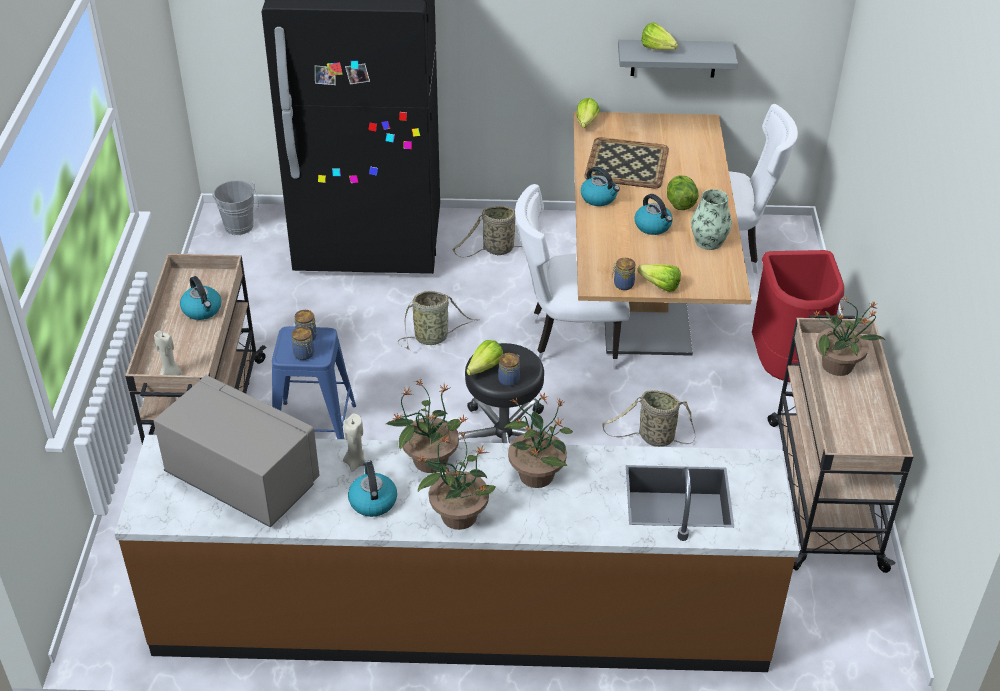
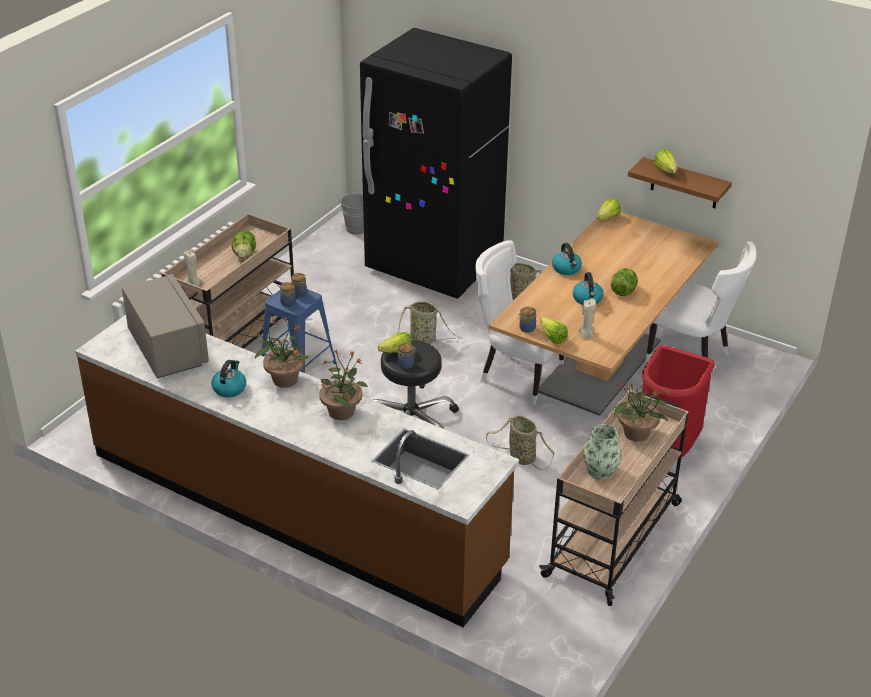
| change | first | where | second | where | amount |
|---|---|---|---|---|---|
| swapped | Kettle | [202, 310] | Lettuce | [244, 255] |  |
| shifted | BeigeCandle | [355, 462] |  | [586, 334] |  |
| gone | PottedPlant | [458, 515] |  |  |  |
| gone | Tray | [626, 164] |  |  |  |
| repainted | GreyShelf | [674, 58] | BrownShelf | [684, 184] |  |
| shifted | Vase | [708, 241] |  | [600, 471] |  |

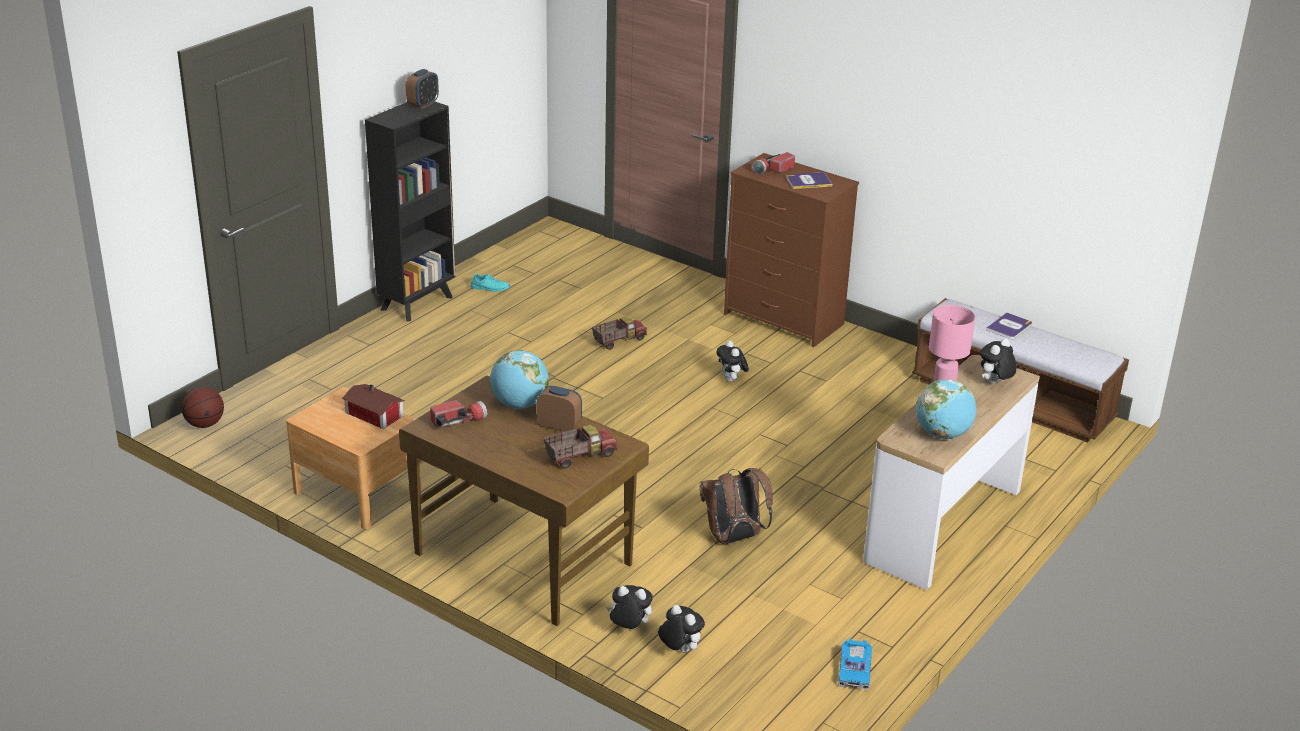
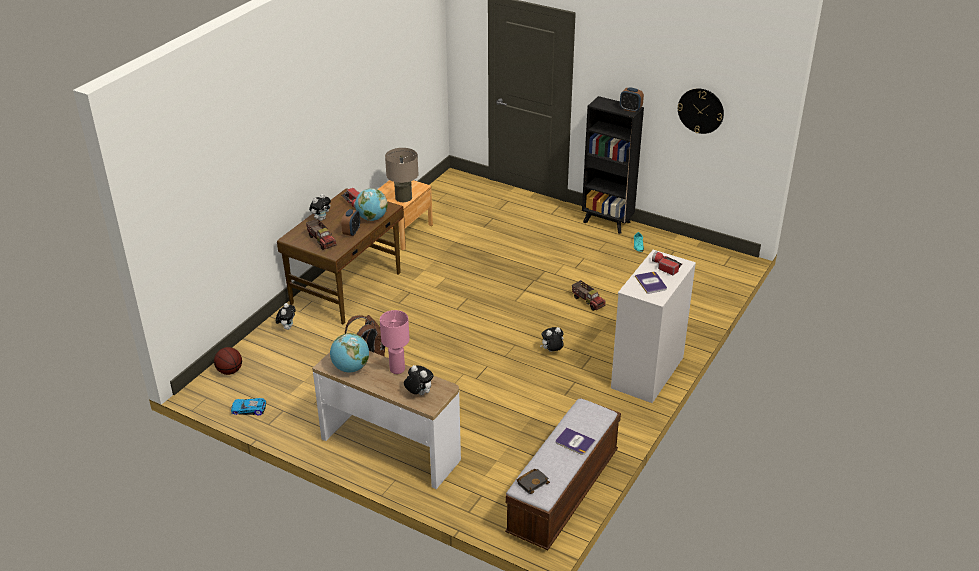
| change | first | where | second | where | amount |
|---|---|---|---|---|---|
| shifted | Basketball | [205, 424] |  | [230, 371] |  |
| swapped | ToyHouse | [374, 415] | BeigeTableLamp | [403, 197] |  |
| shifted | PlushToy | [679, 650] |  | [321, 218] |  |
| repainted | BrownDresser | [784, 319] | WhiteDresser | [647, 373] |  |
| new |  |  | BlackBook | [532, 482] |  |
| new |  |  | WallClock | [700, 110] |  |

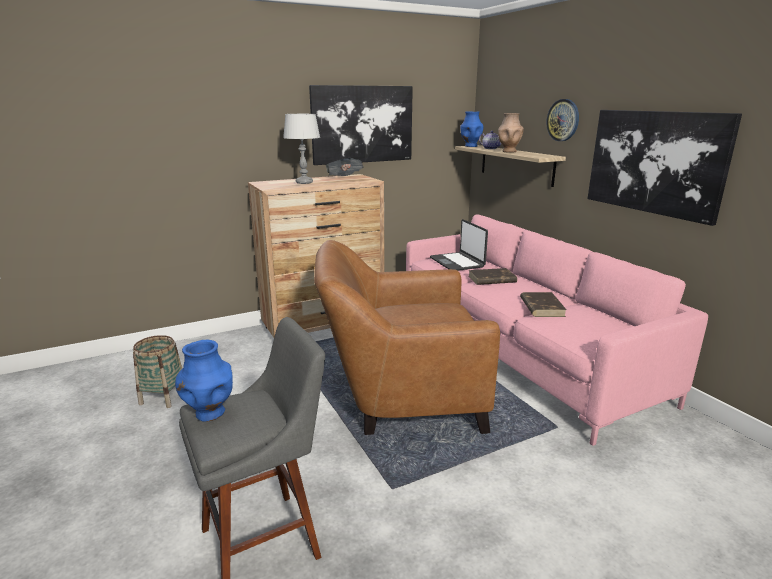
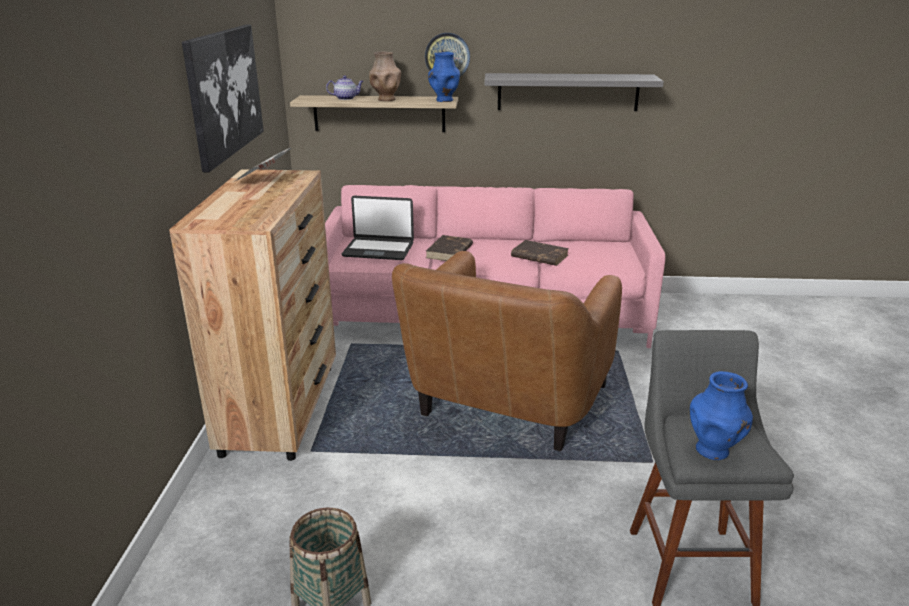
| change | first | where | second | where | amount |
|---|---|---|---|---|---|
| gone | GreyTableLamp | [304, 182] |  |  |  |
| shifted | BlueVase | [470, 146] |  | [444, 100] |  |
| swapped | Picture | [655, 162] | GreyShelf | [568, 92] |  |

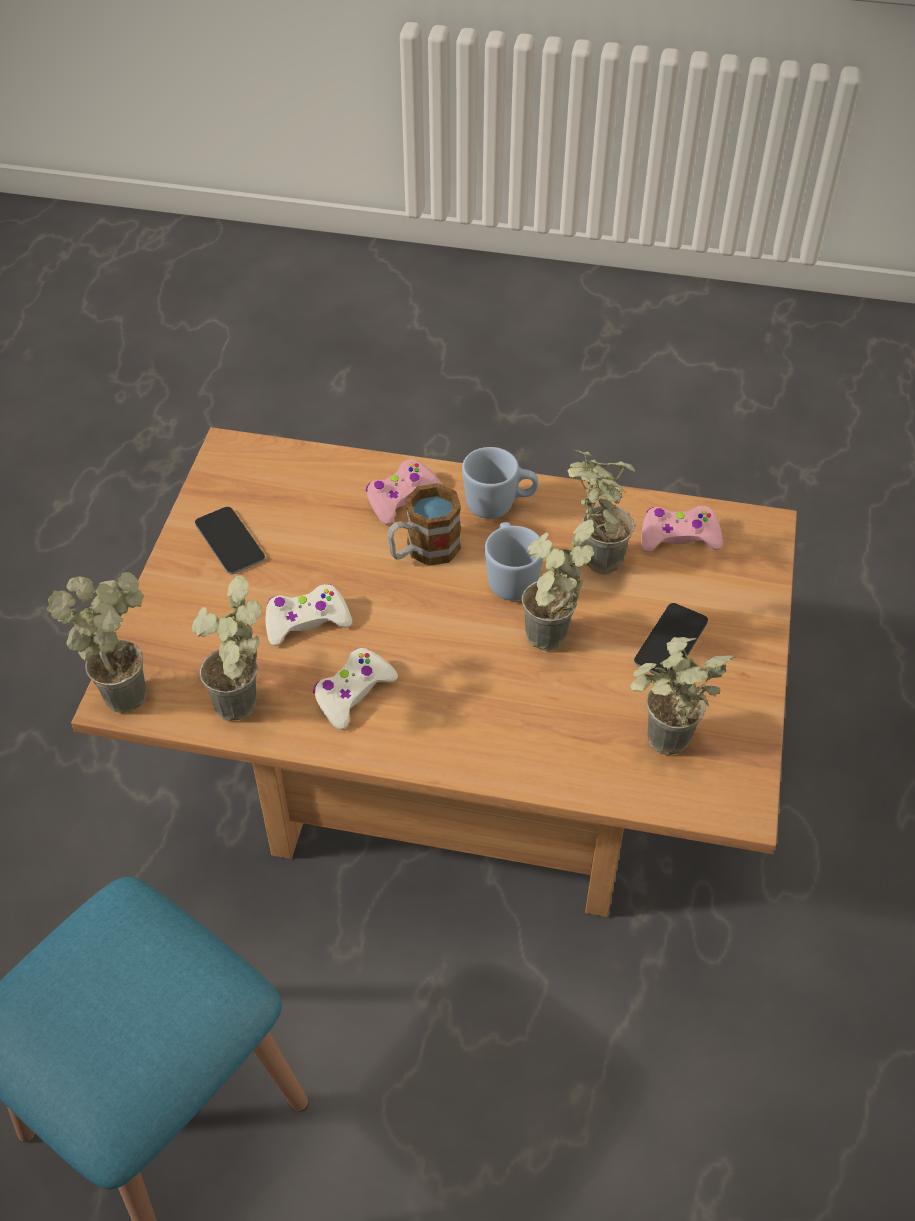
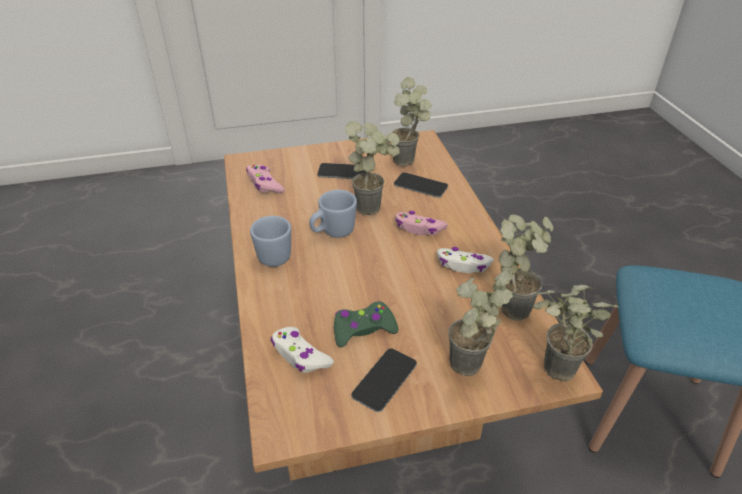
| change | first | where | second | where | amount |
|---|---|---|---|---|---|
| shifted | WhiteGameController | [306, 621] |  | [300, 355] |  |
| shifted | PinkGameController | [401, 498] |  | [419, 228] |  |
| gone | Mug | [423, 551] |  |  |  |
| shifted | PottedPlant | [591, 559] |  | [469, 372] |  |
| new |  |  | GreenGameController | [363, 329] |  |
| new |  |  | Phone | [420, 185] |  |

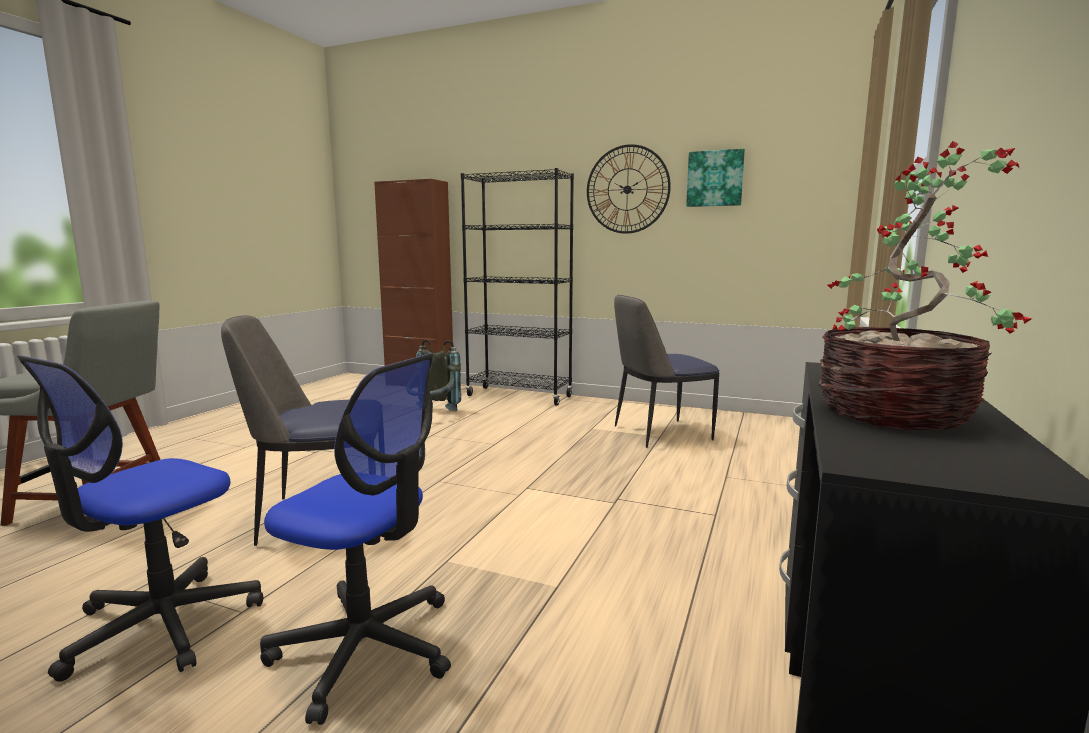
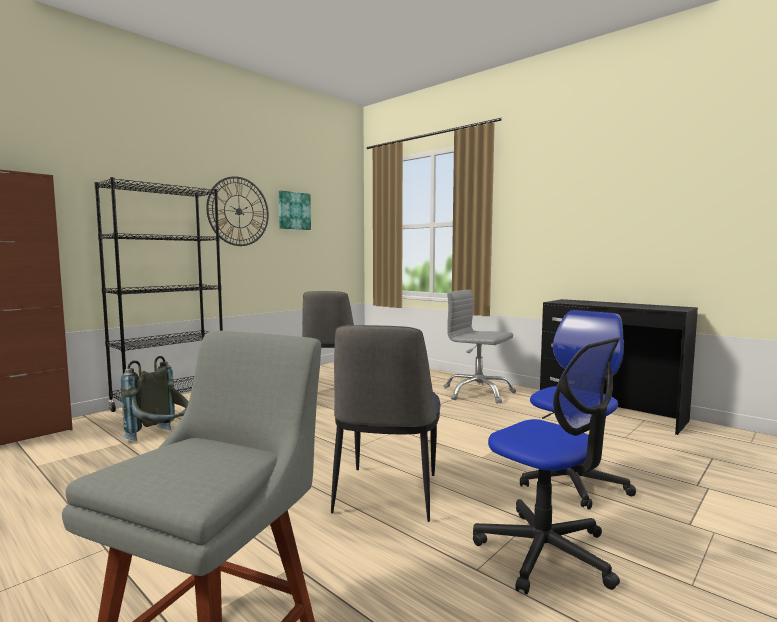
| change | first | where | second | where | amount |
|---|---|---|---|---|---|
| gone | PottedPlant | [897, 413] |  |  |  |
| new |  |  | GreyOfficeChair | [477, 393] |  |

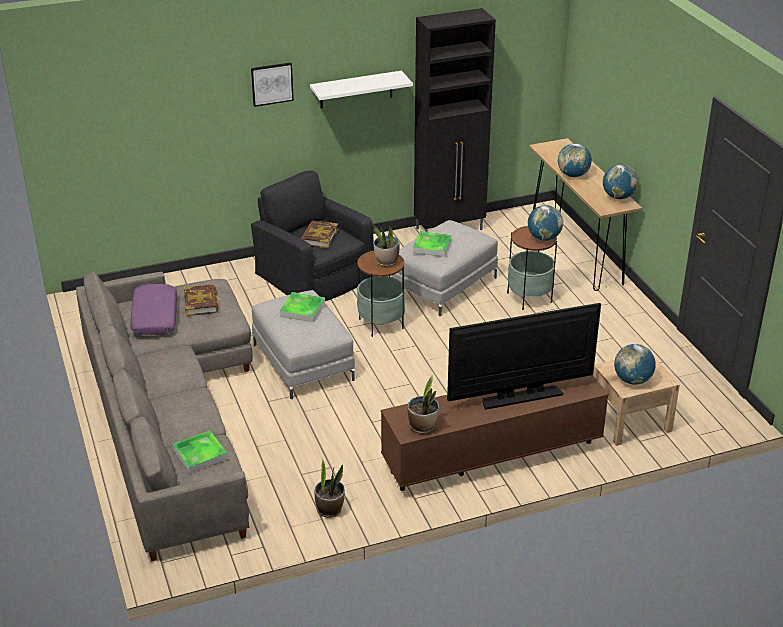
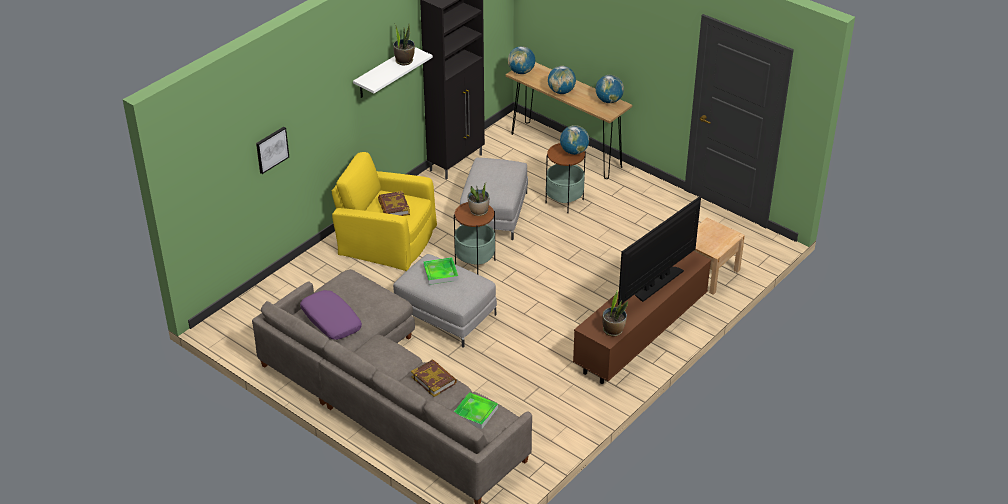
| change | first | where | second | where | amount |
|---|---|---|---|---|---|
| shifted | Book | [201, 303] |  | [434, 380] |  |
| shifted | Picture | [272, 83] |  | [271, 149] |  |
| repainted | BlackArmchair | [314, 275] | YellowArmchair | [386, 239] |  |
| shifted | PottedPlant | [329, 509] |  | [404, 61] |  |
| gone | Tray | [432, 246] |  |  |  |
| shifted | Globe | [632, 380] |  | [521, 72] |  |

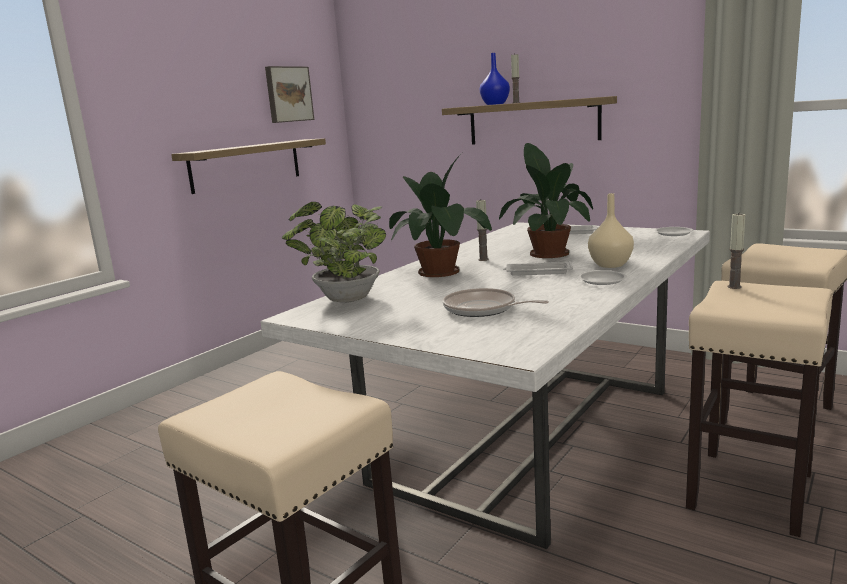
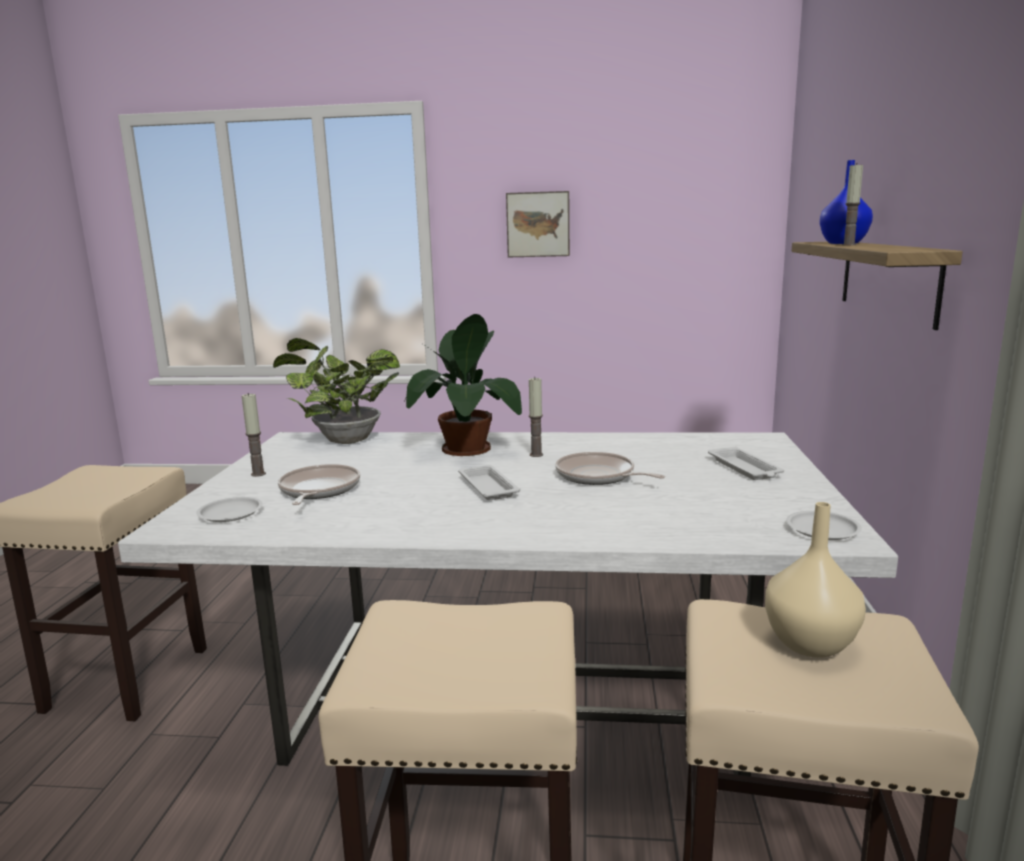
| change | first | where | second | where | amount |
|---|---|---|---|---|---|
| gone | Shelf | [246, 165] |  |  |  |
| shifted | Picture | [288, 94] |  | [538, 224] |  |
| swapped | PottedPlant | [548, 253] | FryingPan | [598, 476] |  |
| shifted | WhitePlate | [601, 280] |  | [231, 513] |  |
| shifted | BeigeVase | [609, 265] |  | [808, 643] |  |
| shifted | Candle | [734, 287] |  | [258, 474] |  |

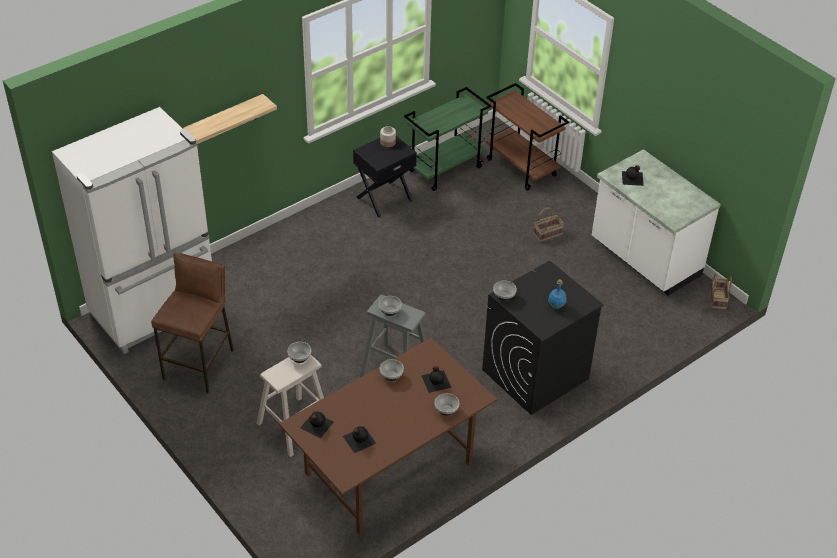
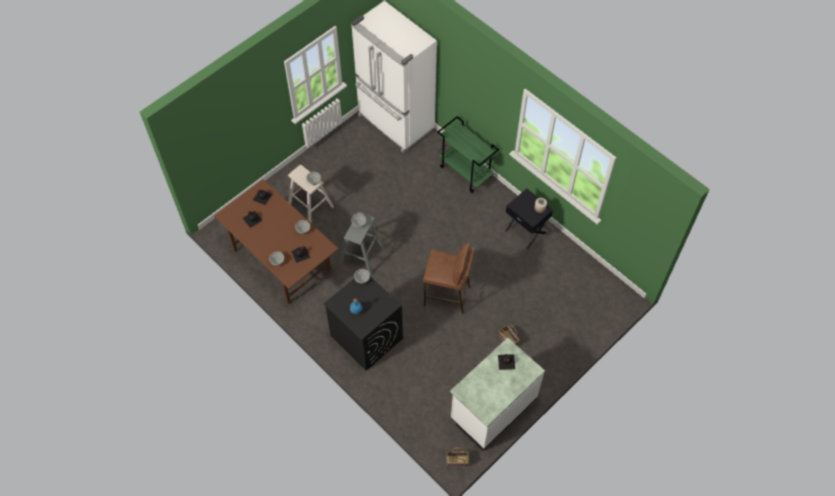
| change | first | where | second | where | amount |
|---|---|---|---|---|---|
| shifted | BrownStool | [199, 364] |  | [447, 296] |  |
| gone | Shelf | [224, 121] |  |  |  |
| shifted | GreenCart | [445, 168] |  | [466, 172] |  |
| gone | BrownCart | [522, 167] |  |  |  |

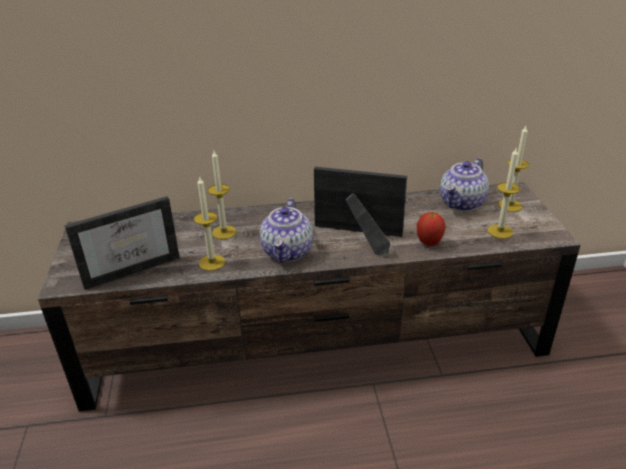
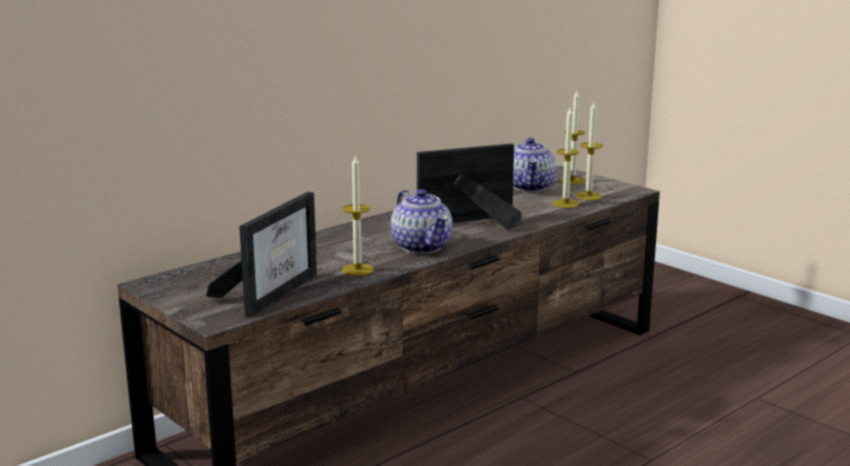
| change | first | where | second | where | amount |
|---|---|---|---|---|---|
| shifted | Candle | [224, 232] |  | [565, 204] |  |
| gone | Apple | [429, 243] |  |  |  |

